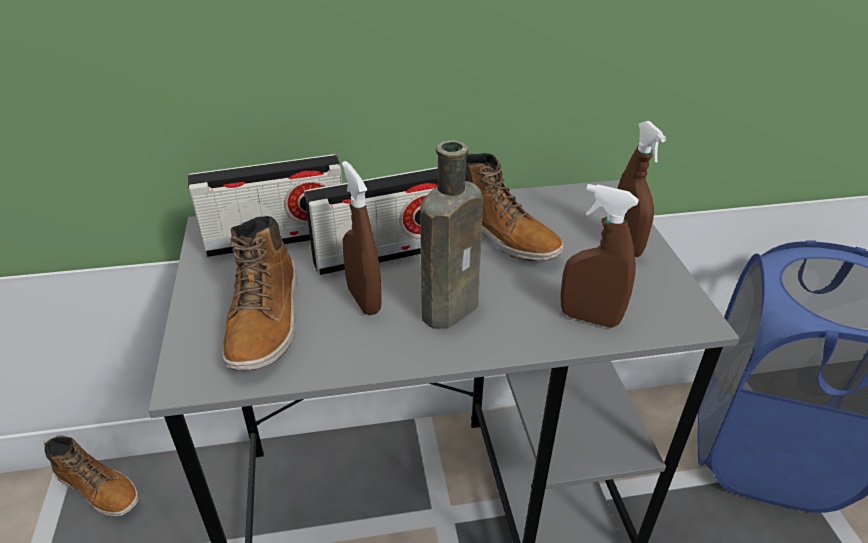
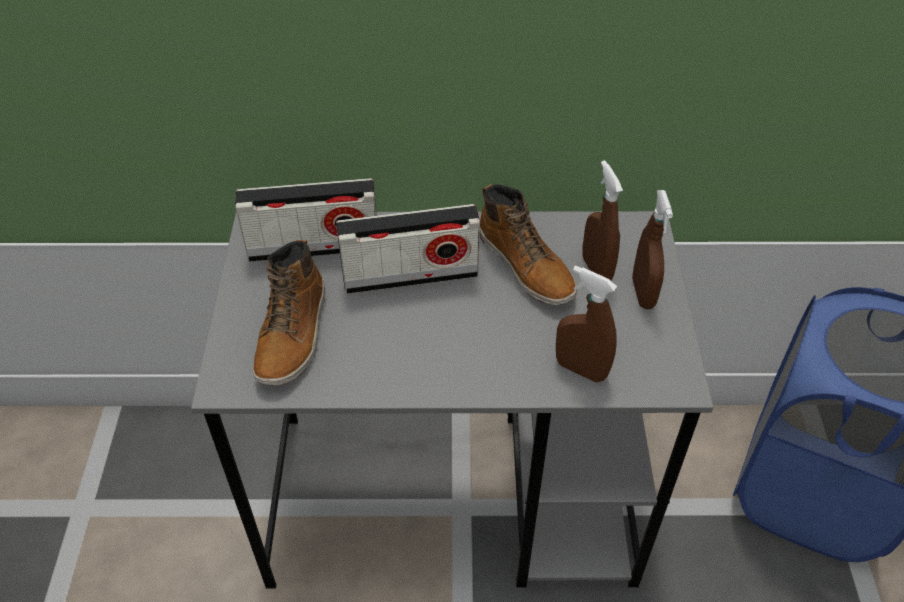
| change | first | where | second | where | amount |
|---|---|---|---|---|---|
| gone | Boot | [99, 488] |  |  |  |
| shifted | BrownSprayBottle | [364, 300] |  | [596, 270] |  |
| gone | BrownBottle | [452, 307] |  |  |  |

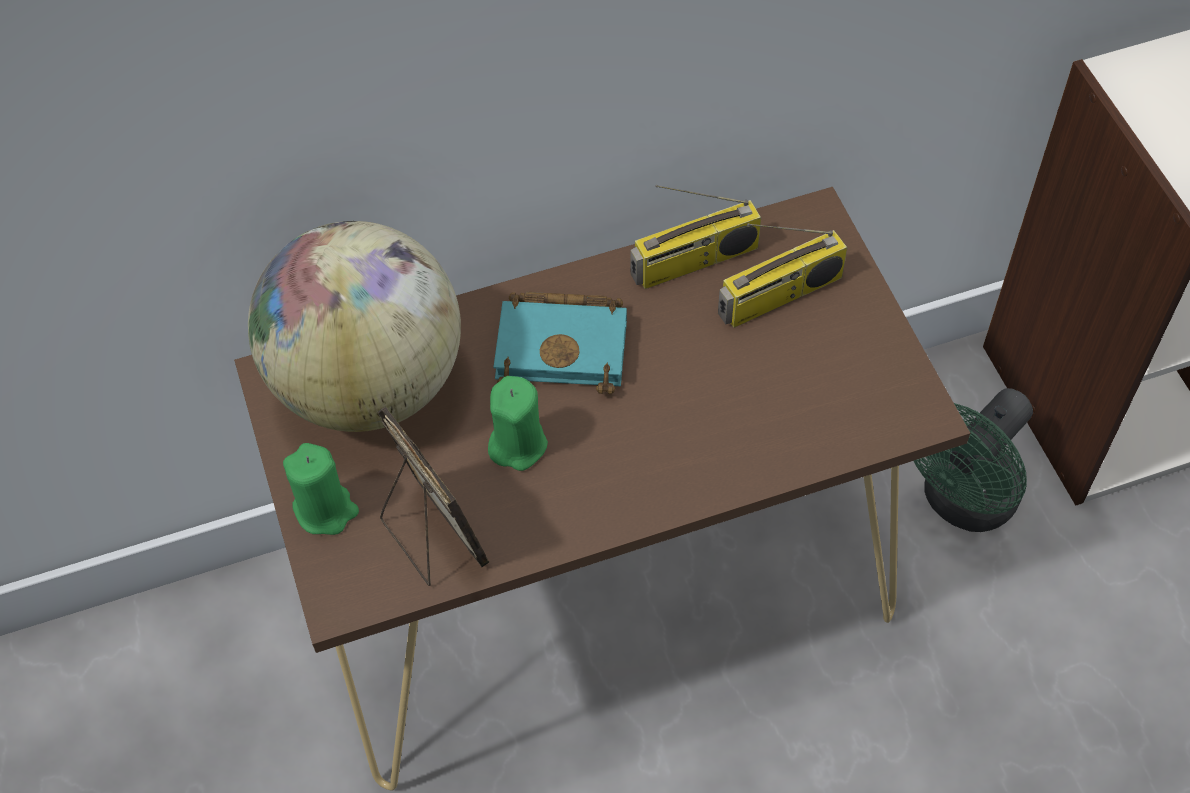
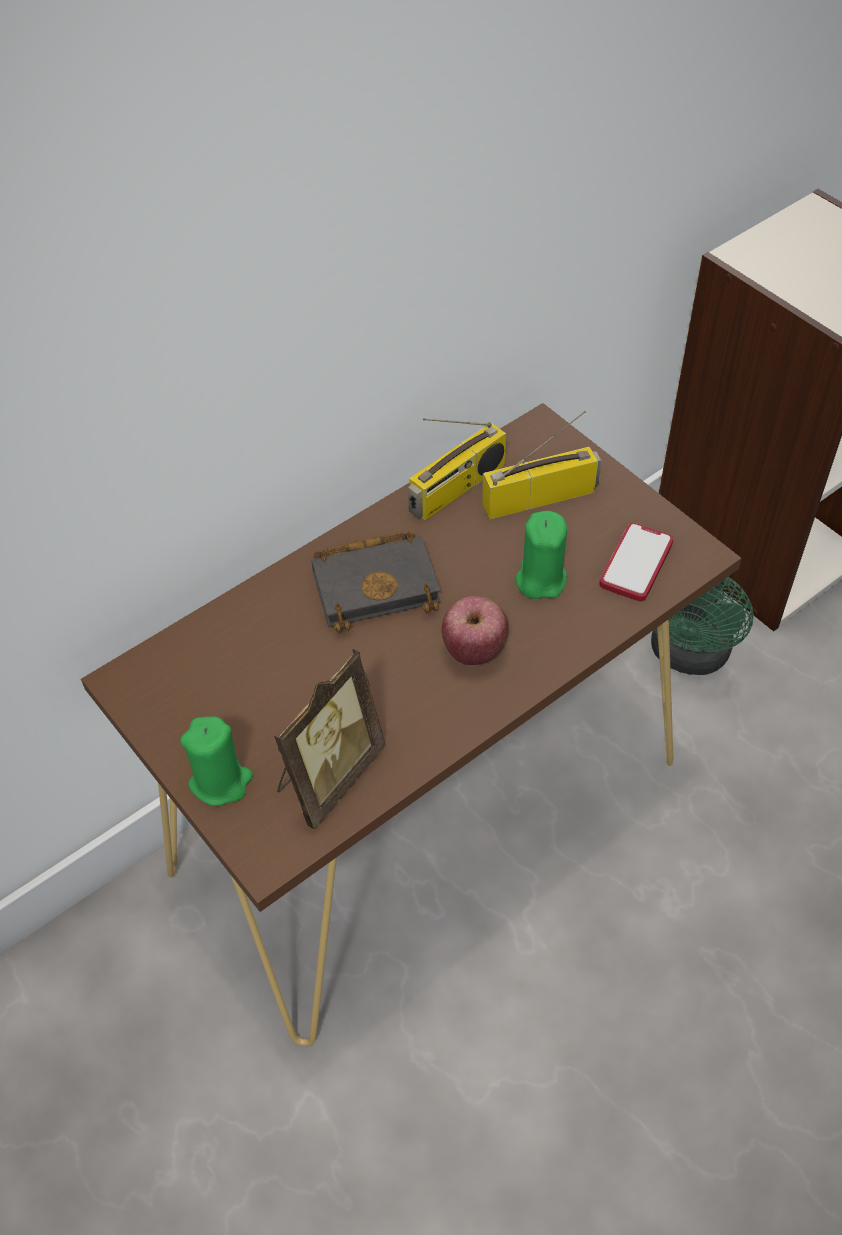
| change | first | where | second | where | amount |
|---|---|---|---|---|---|
| gone | Globe | [369, 383] |  |  |  |
| rotated | PictureFrame | [430, 537] |  | [328, 776] | 90 degrees clockwise |
| shifted | GreenCandle | [517, 444] |  | [540, 579] |  |
| repainted | TurquoiseBook | [565, 346] | BlackBook | [378, 583] |  |
| rotated | Radio | [780, 297] |  | [540, 496] | 150 degrees counterclockwise |
| new |  |  | Apple | [474, 650] |  |
| new |  |  | Phone | [636, 564] |  |

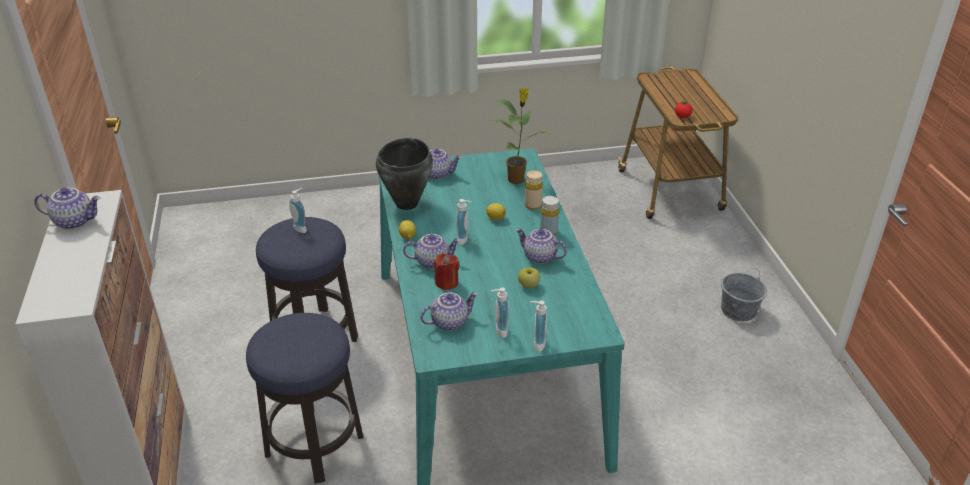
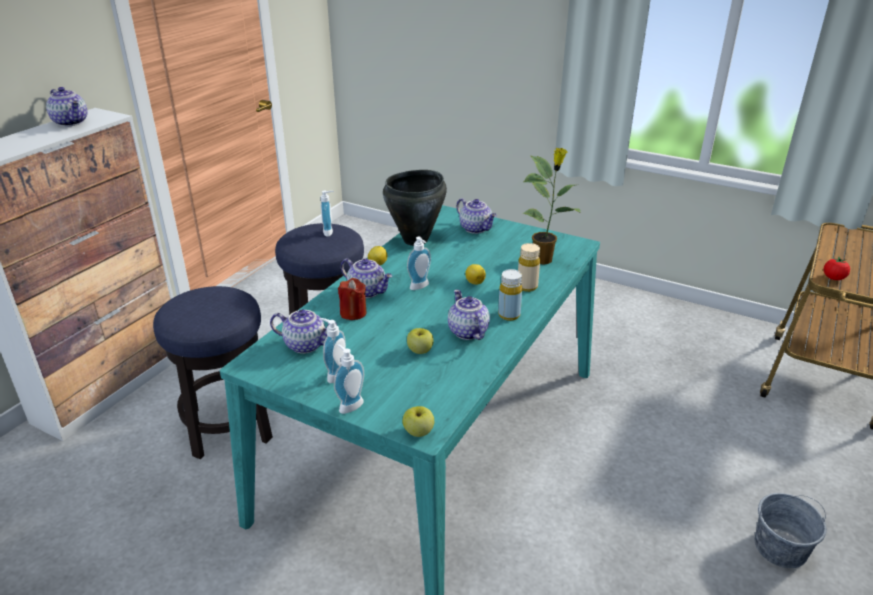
| change | first | where | second | where | amount |
|---|---|---|---|---|---|
| new |  |  | Apple | [418, 432] |  |

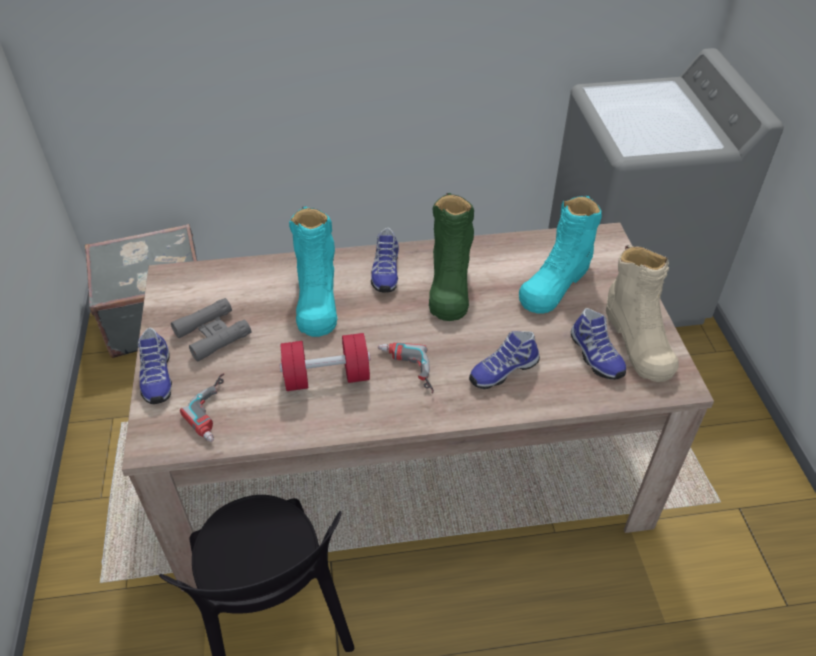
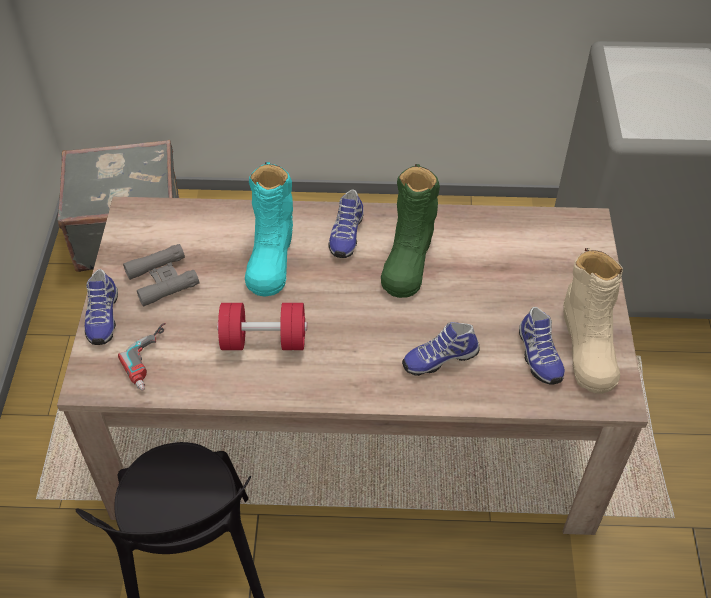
| change | first | where | second | where | amount |
|---|---|---|---|---|---|
| gone | PowerDrill | [405, 371] |  |  |  |
| gone | TurquoiseBoot | [555, 282] |  |  |  |

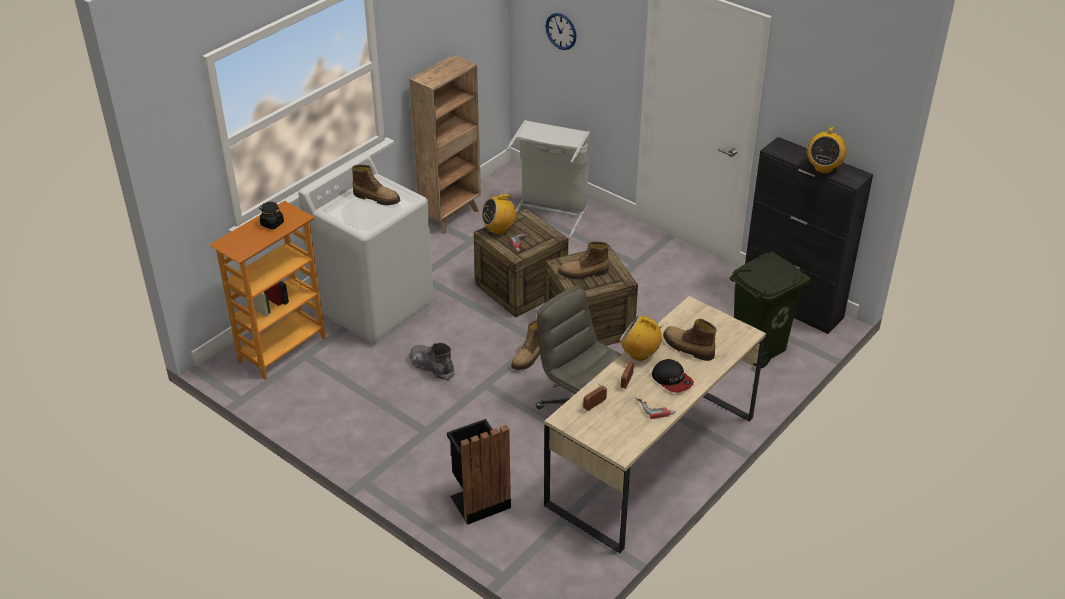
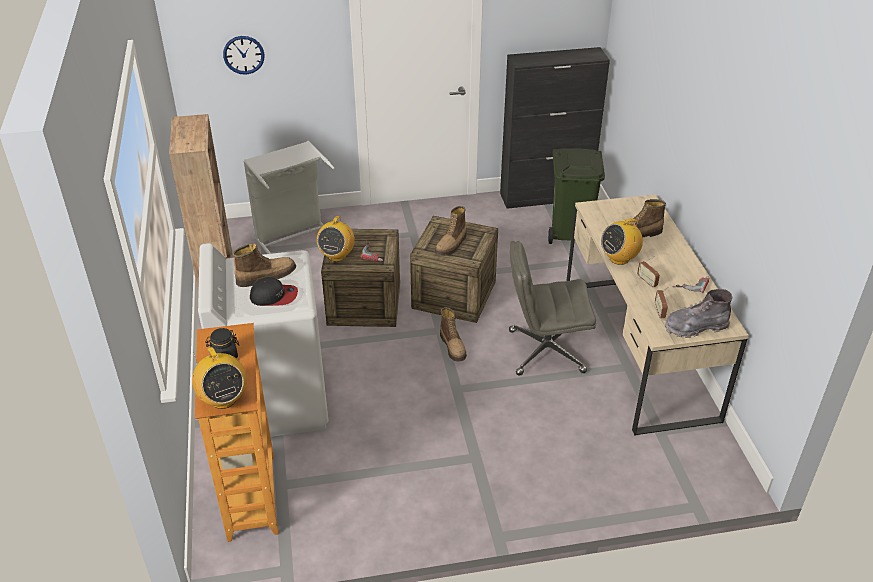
| change | first | where | second | where | amount |
|---|---|---|---|---|---|
| shifted | GreyBoot | [432, 367] |  | [695, 327] |  |
| gone | BlackTrashCan | [478, 500] |  |  |  |
| shifted | Cap | [672, 380] |  | [274, 296] |  |
| shifted | Radio | [823, 168] |  | [223, 399] |  |

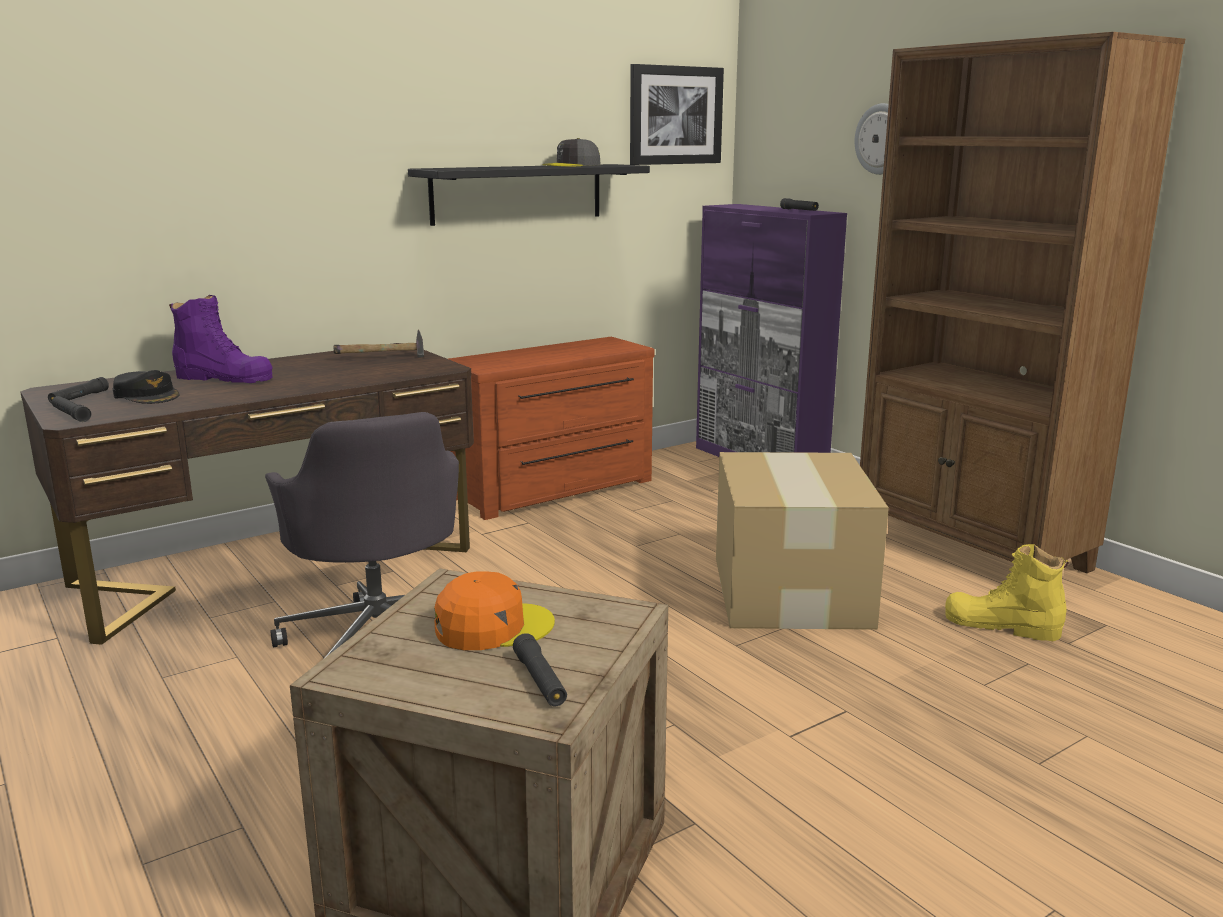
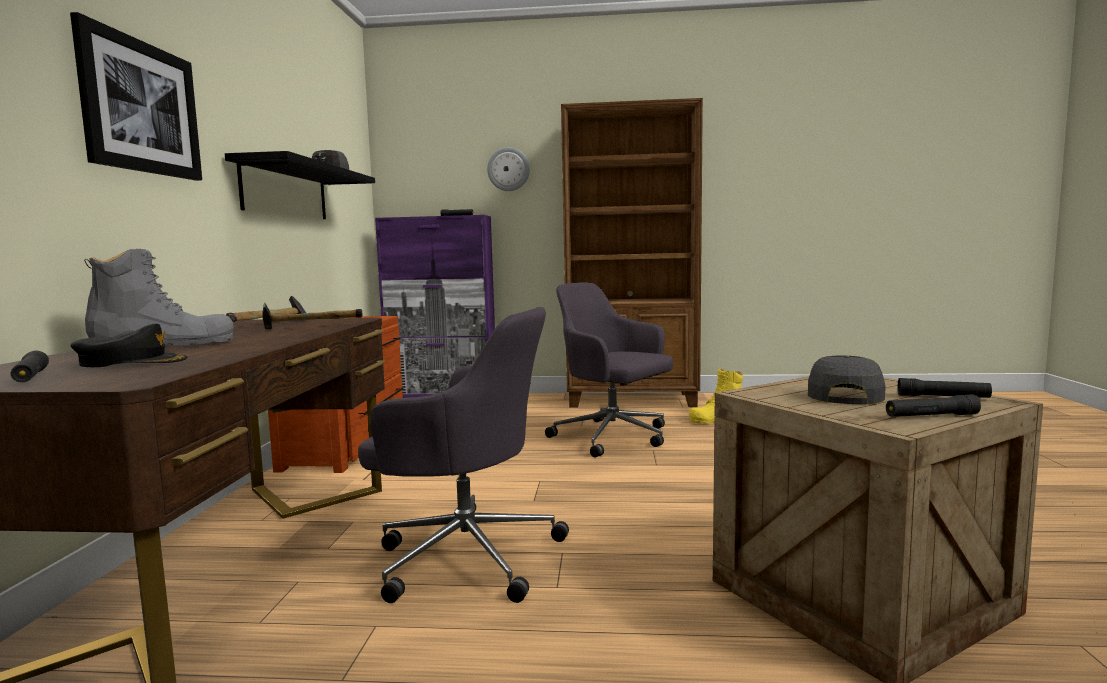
| change | first | where | second | where | amount |
|---|---|---|---|---|---|
| shifted | BlackFlashlight | [71, 415] |  | [931, 416] |  |
| repainted | PurpleBoot | [224, 378] | GreyBoot | [165, 346] |  |
| repainted | OrangeCap | [492, 626] | GreyCap | [843, 395] |  |
| shifted | Picture | [675, 115] |  | [140, 107] |  |
| swapped | CardboardBox | [791, 590] | GreyOfficeChair | [613, 437] |  |
| new |  |  | Hammer | [311, 327] |  |

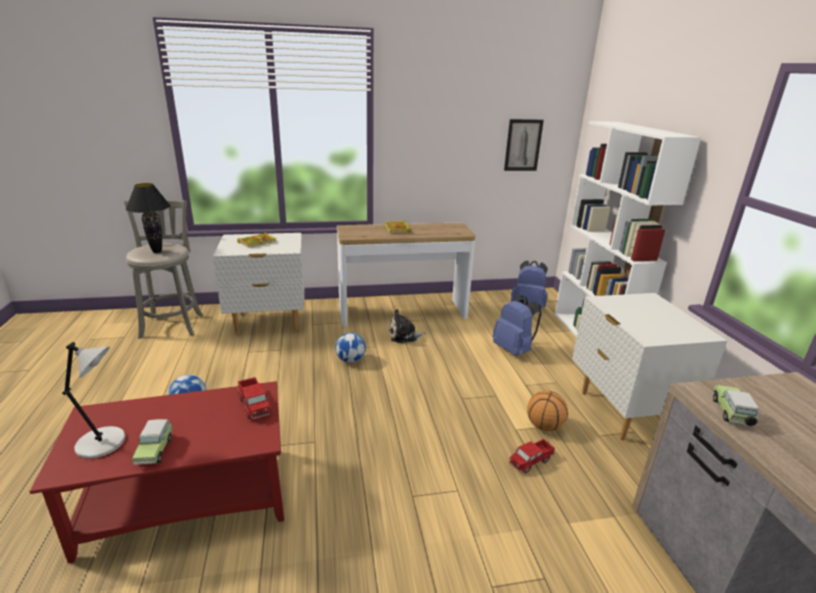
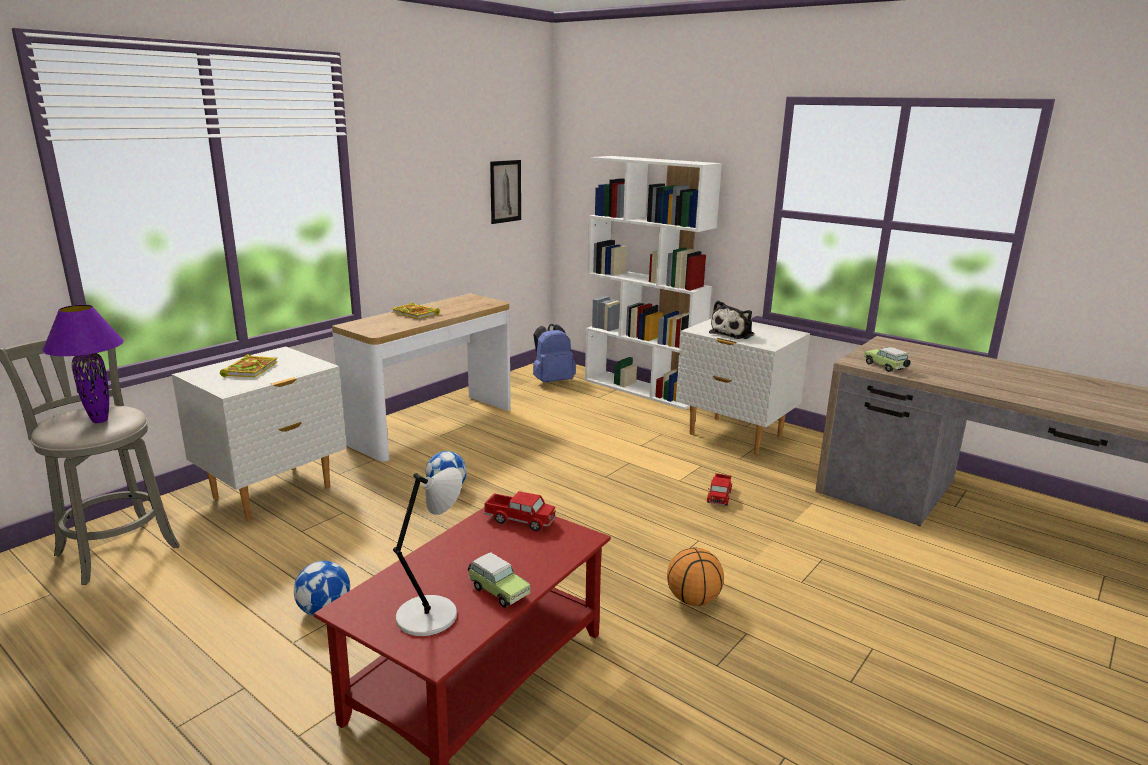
| change | first | where | second | where | amount |
|---|---|---|---|---|---|
| repainted | BlackTableLamp | [156, 252] | PurpleTableLamp | [99, 421] |  |
| shifted | PlushToy | [404, 336] |  | [733, 334] |  |
| gone | BlueBackpack | [514, 350] |  |  |  |
| shifted | Basketball | [543, 426] |  | [692, 600] |  |

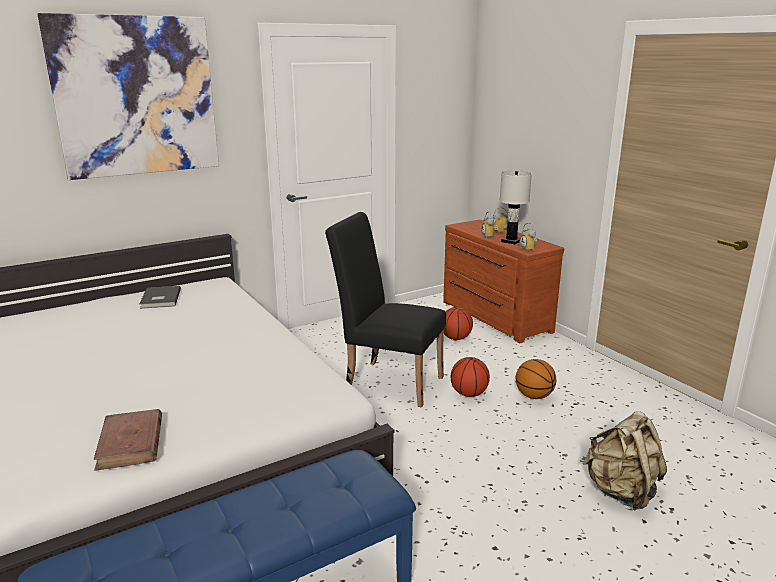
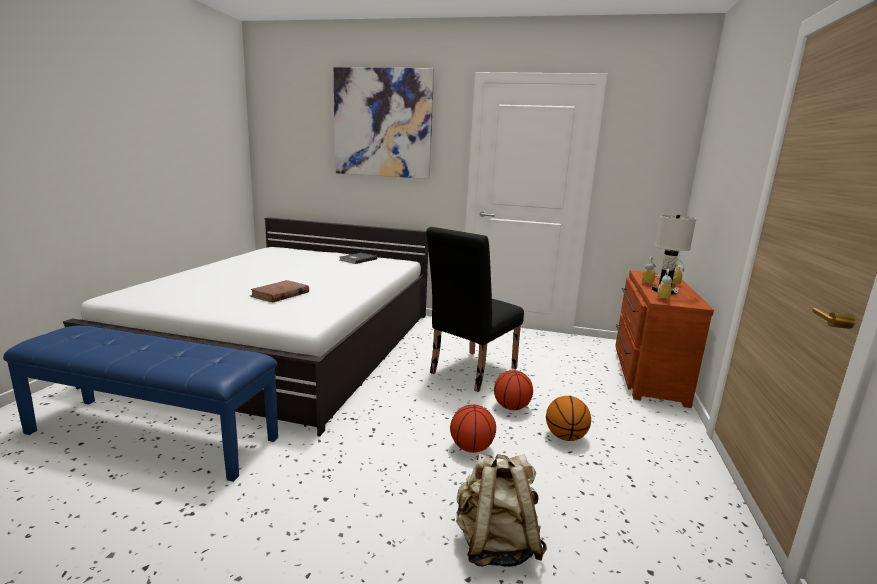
| change | first | where | second | where | amount |
|---|---|---|---|---|---|
| shifted | BrownBook | [131, 443] |  | [280, 294] |  |
| rotated | BlackChair | [388, 381] |  | [469, 372] | 120 degrees counterclockwise |
| shifted | Basketball | [455, 338] |  | [471, 448] |  |

